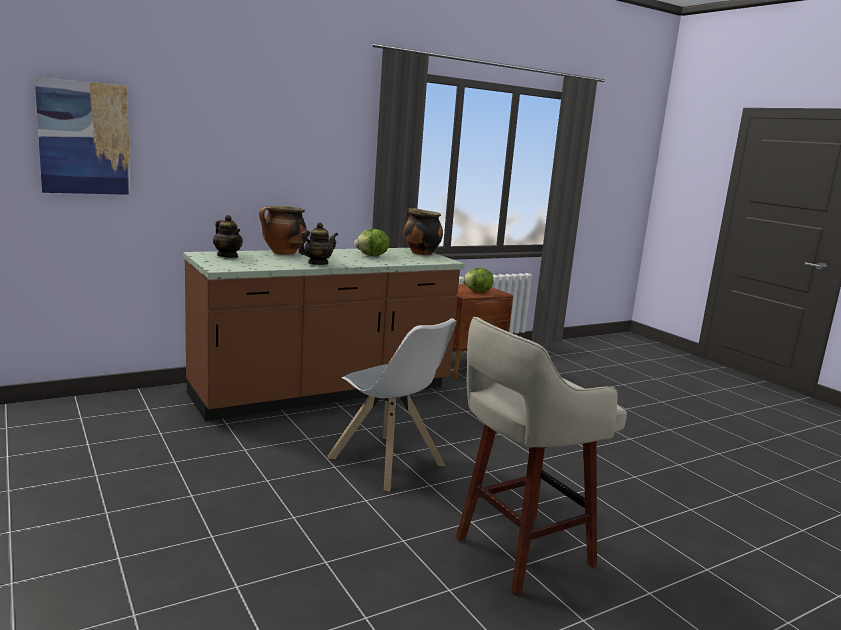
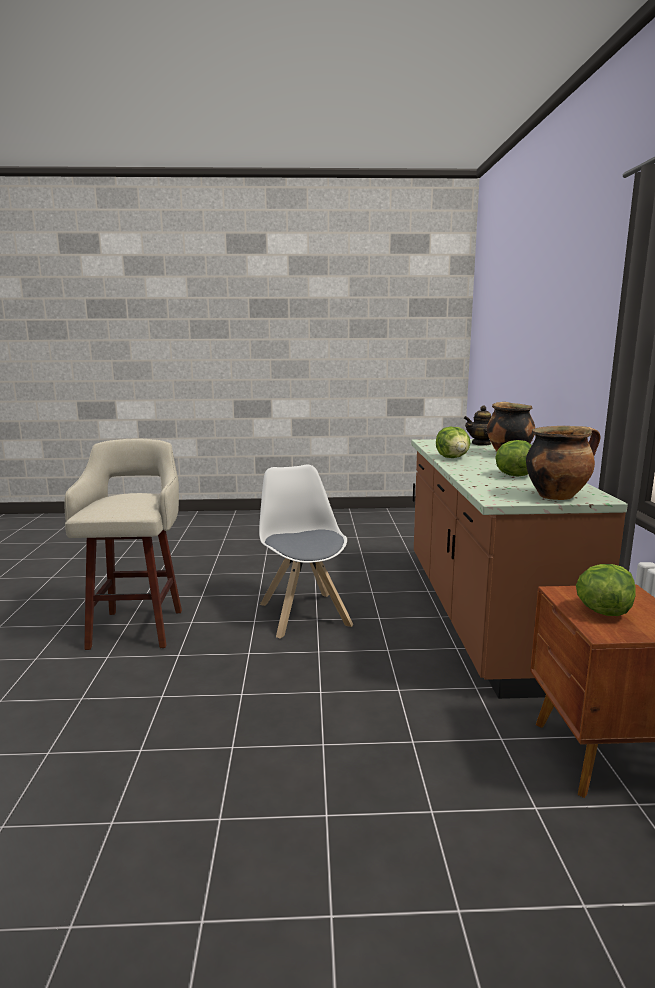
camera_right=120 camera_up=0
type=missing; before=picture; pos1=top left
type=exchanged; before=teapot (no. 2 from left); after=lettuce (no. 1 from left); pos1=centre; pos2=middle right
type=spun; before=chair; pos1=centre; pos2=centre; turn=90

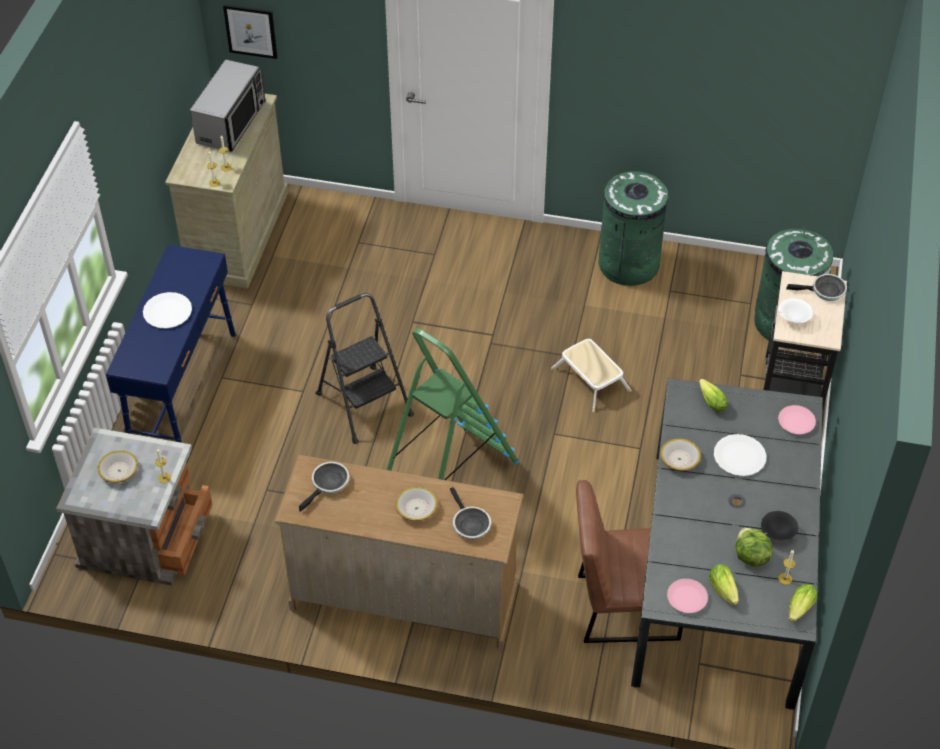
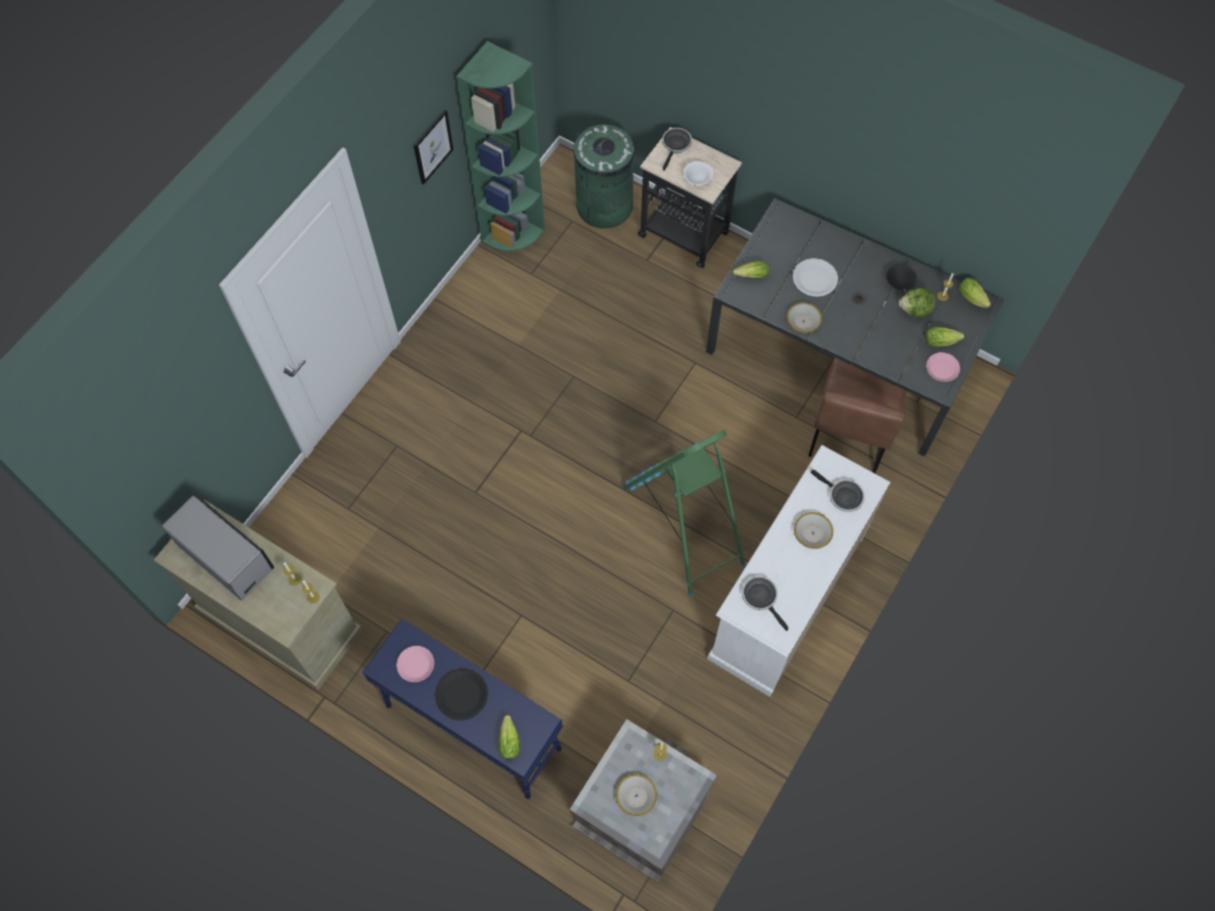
camera_right=-70 camera_up=15
type=relocated; before=picture; pos1=top left; pos2=top centre
type=missing; before=green trash can (no. 1 from left); pos1=top right
type=colour; before=white plate (no. 1 from left); after=black plate; pos1=middle left; pos2=bottom centre
type=missing; before=black step ladder; pos1=centre
type=missing; before=beige step ladder; pos1=centre
type=relocated; before=pink plate (no. 2 from left in the first image); after=pink plate (no. 1 from left); pos1=middle right; pos2=bottom centre
type=colour; before=brown cabinet; after=white cabinet; pos1=bottom centre; pos2=centre
type=spun; before=frying pan (no. 2 from left in the first image); pos1=bottom centre; pos2=middle right; turn=45
type=appeared; after=green bookcase; pos2=top centre
type=appeared; after=lettuce (no. 1 from left); pos2=bottom centre

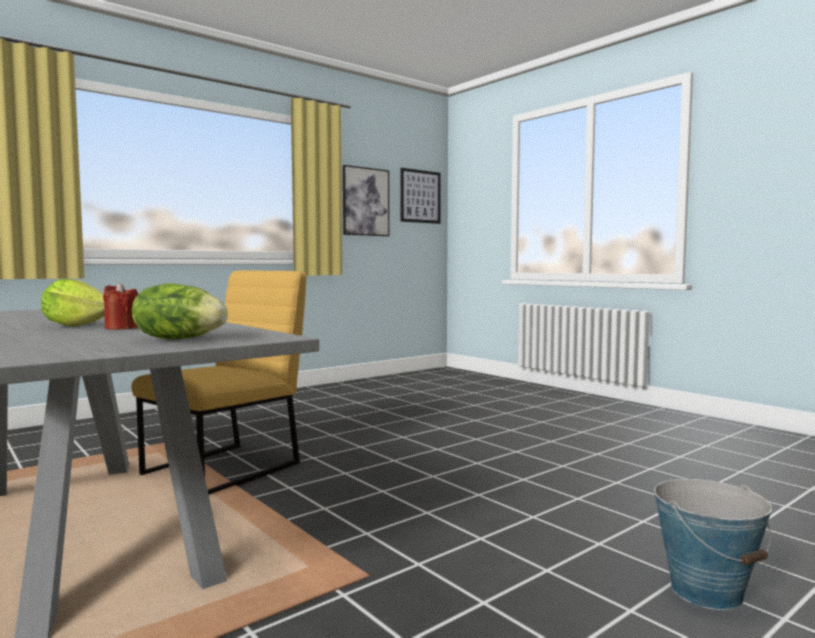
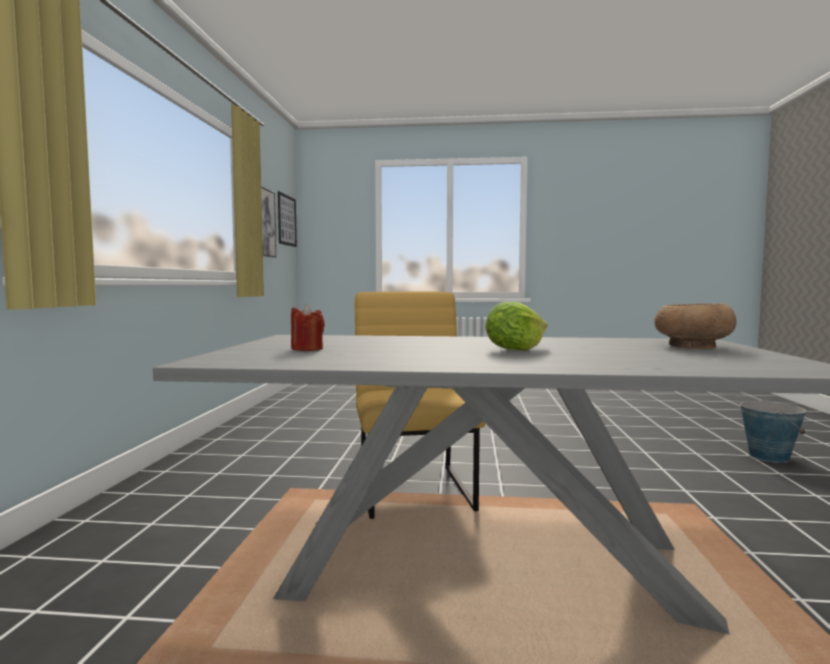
camera_right=-45 camera_up=0
type=relocated; before=red candle; pos1=middle left; pos2=centre
type=exchanged; before=lettuce (no. 2 from left); after=brown bowl; pos1=middle left; pos2=middle right

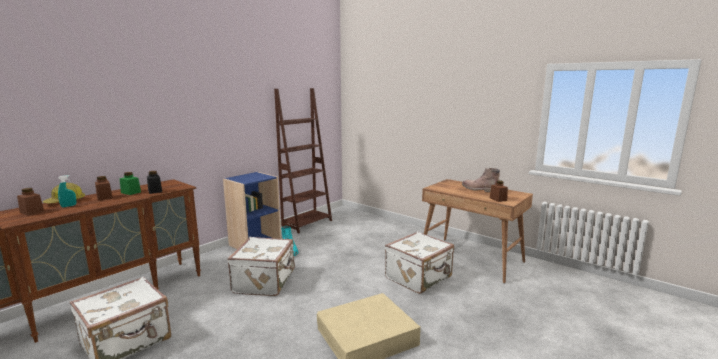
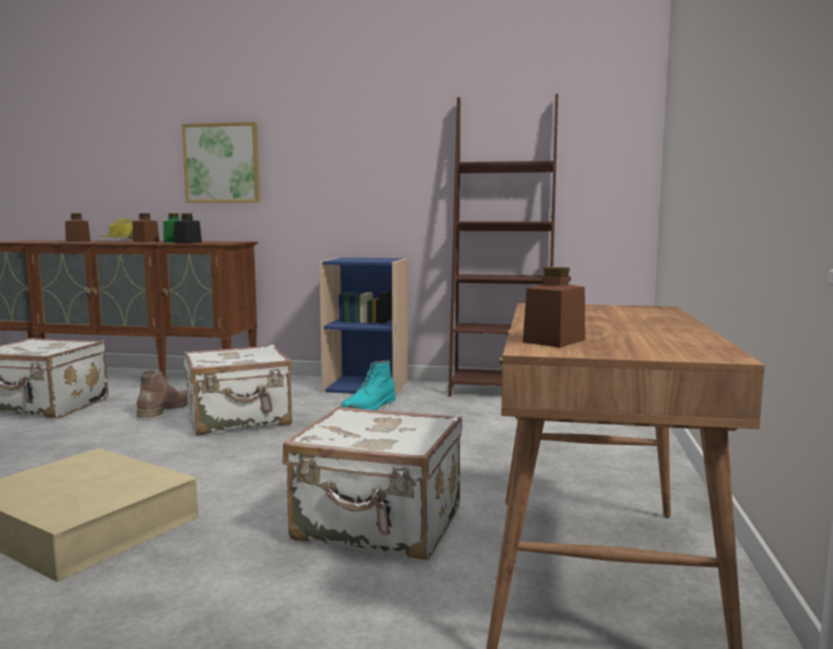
camera_right=60 camera_up=-5
type=relocated; before=brown boot; pos1=middle right; pos2=middle left
type=missing; before=turquoise spray bottle; pos1=middle left
type=appeared; after=picture; pos2=top left

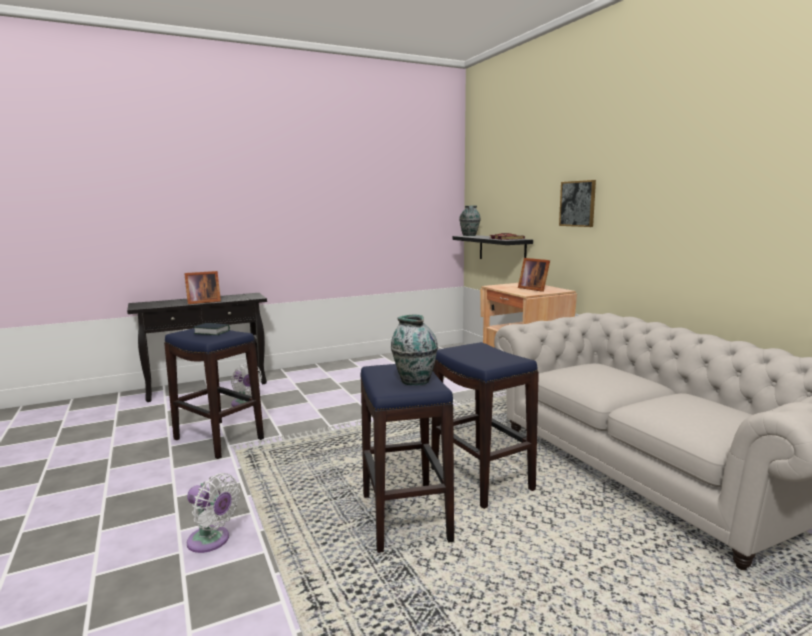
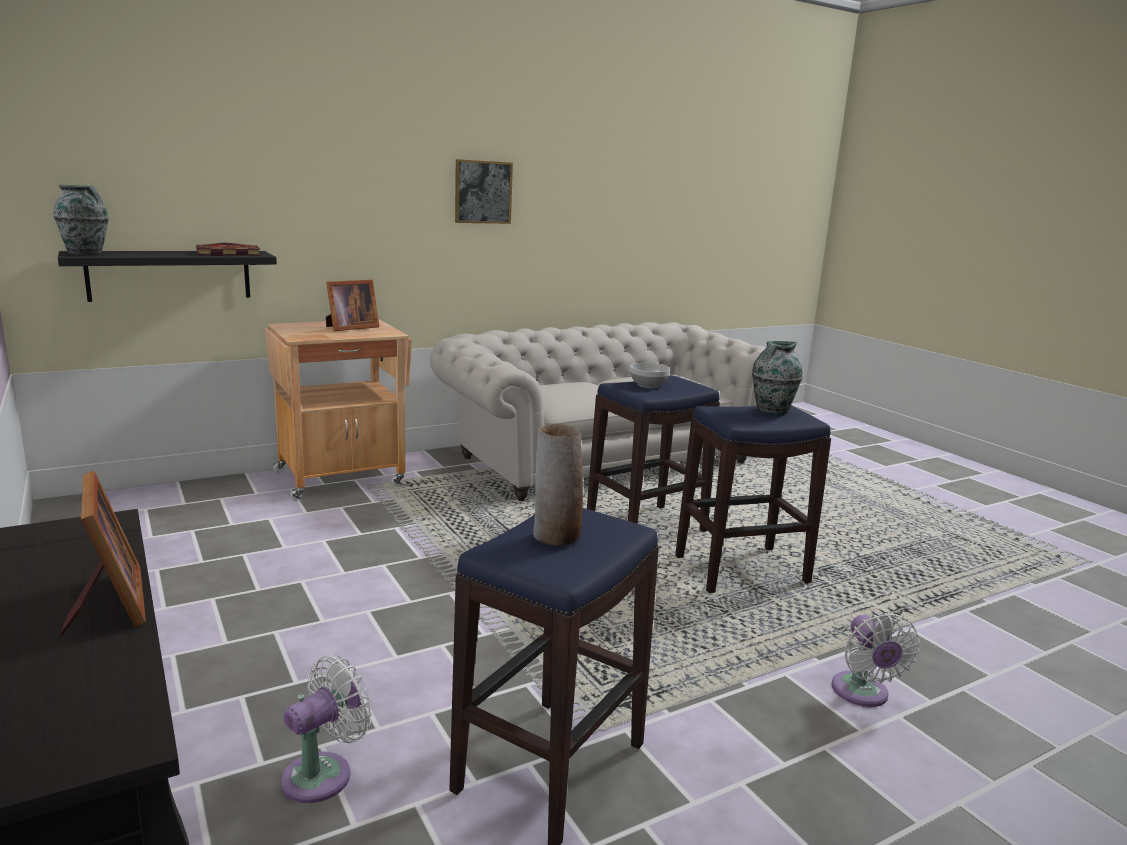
camera_right=-95 camera_up=5
type=relocated; before=picture; pos1=top right; pos2=top centre
type=exchanged; before=book (no. 1 from left); after=vase (no. 2 from left); pos1=middle left; pos2=centre
type=spun; before=white fan (no. 1 from left in the first image); pos1=bottom left; pos2=bottom right; turn=150
type=appeared; after=bowl; pos2=centre

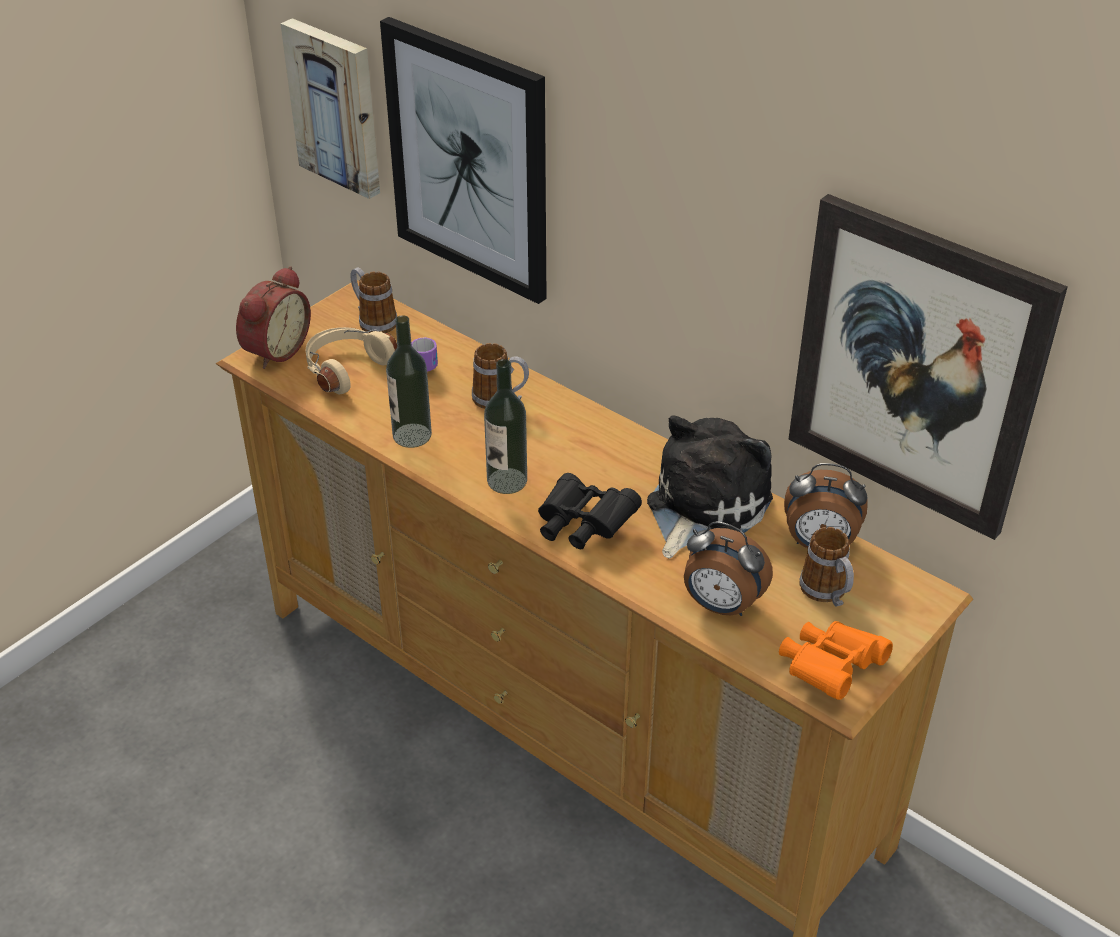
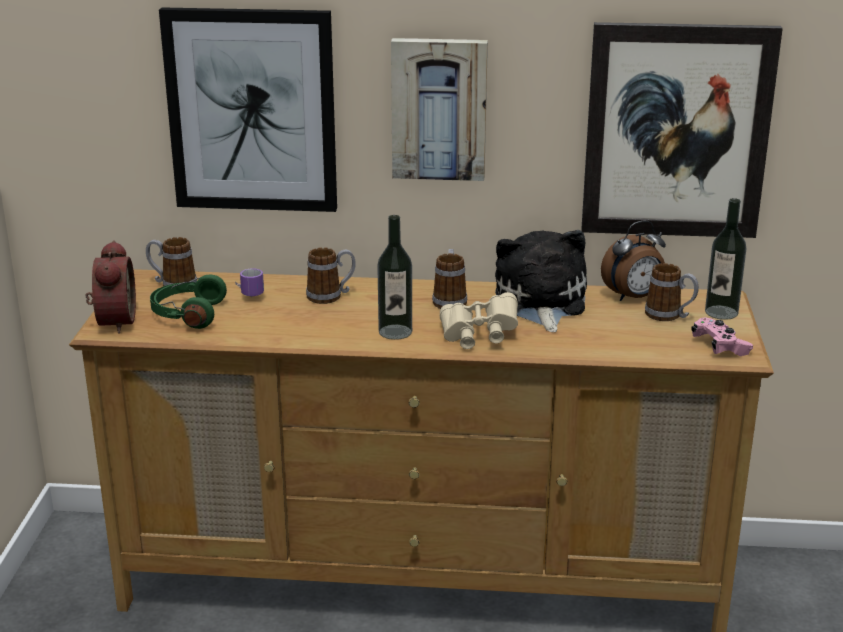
camera_right=-35 camera_up=-15
type=relocated; before=picture (no. 1 from left in the first image); after=picture (no. 2 from left); pos1=top left; pos2=top centre
type=relocated; before=bottle (no. 1 from left in the first image); after=bottle (no. 2 from left); pos1=centre; pos2=middle right
type=colour; before=beige headphones; after=green headphones; pos1=middle left; pos2=middle left
type=colour; before=black binoculars; after=beige binoculars; pos1=centre; pos2=centre
type=missing; before=alarm clock (no. 2 from left); pos1=centre
type=exchanged; before=orange binoculars; after=pink game controller; pos1=bottom right; pos2=middle right
type=appeared; after=mug (no. 4 from left); pos2=centre

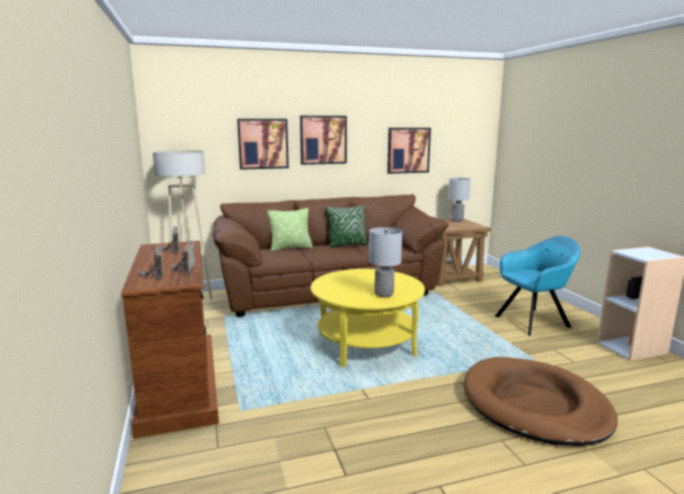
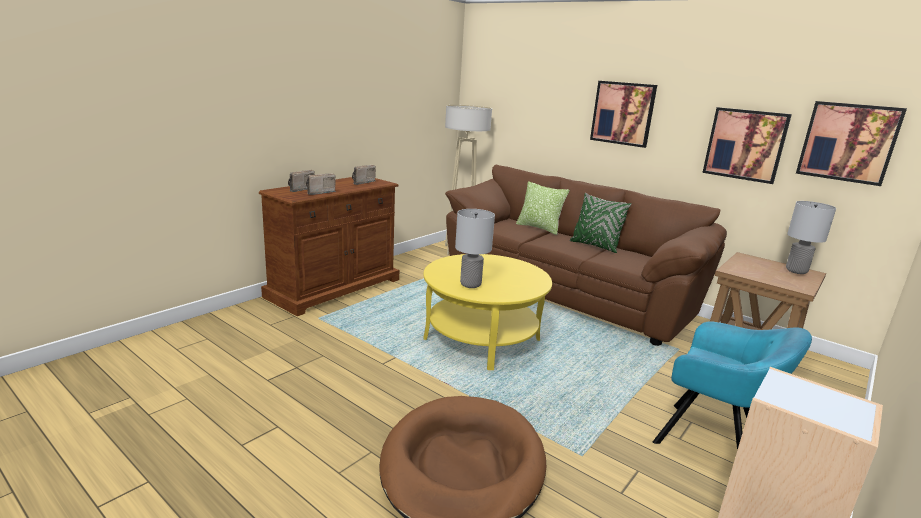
camera_right=55 camera_up=5
type=relocated; before=picture (no. 1 from left in the first image); after=picture (no. 3 from left); pos1=top centre; pos2=top right

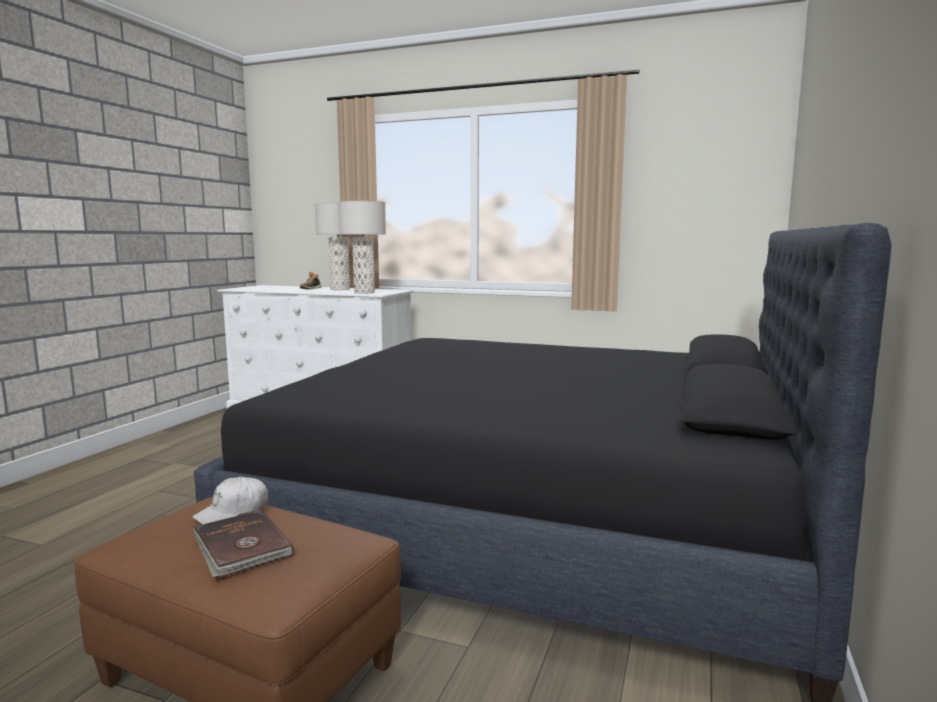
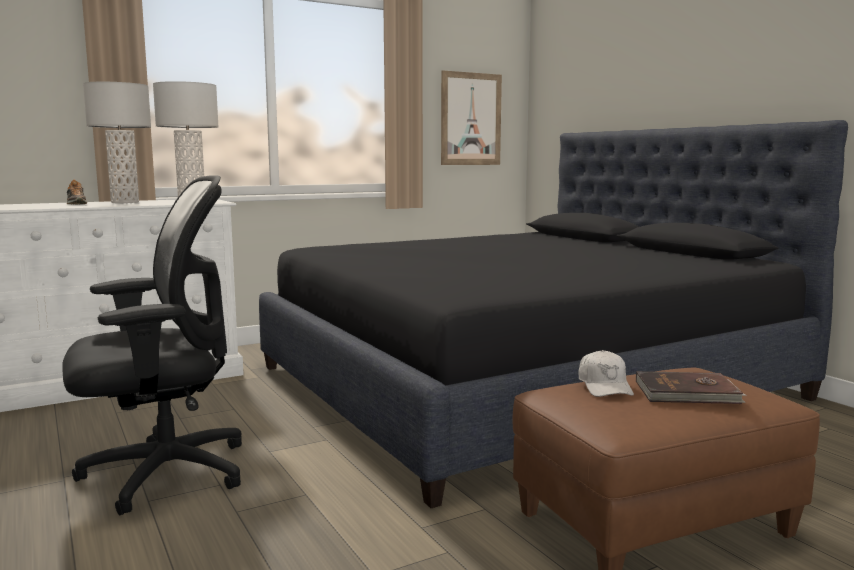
camera_right=-50 camera_up=0
type=appeared; after=picture; pos2=top centre
type=appeared; after=black office chair; pos2=middle left

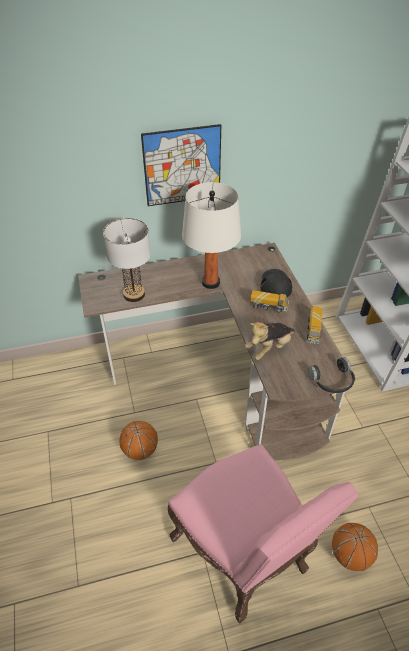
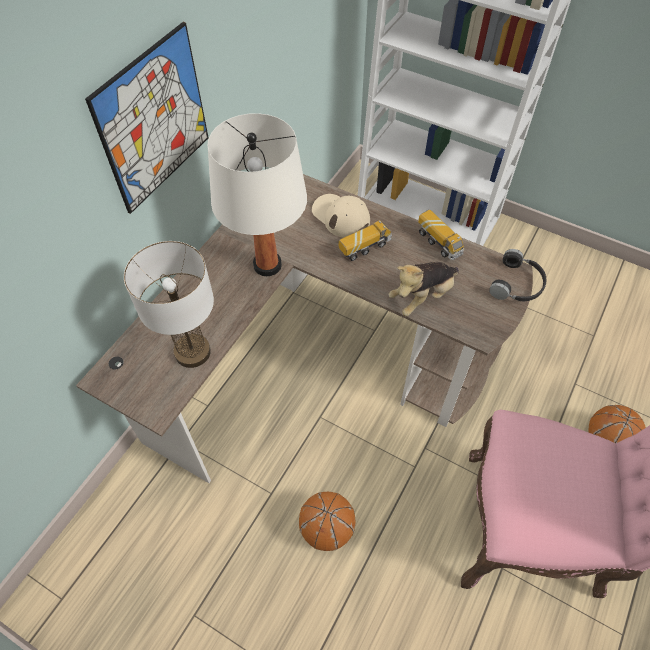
camera_right=-45 camera_up=10
type=colour; before=black cap; after=beige cap; pos1=middle right; pos2=top centre
type=spun; before=plush toy; pos1=centre; pos2=centre; turn=45

